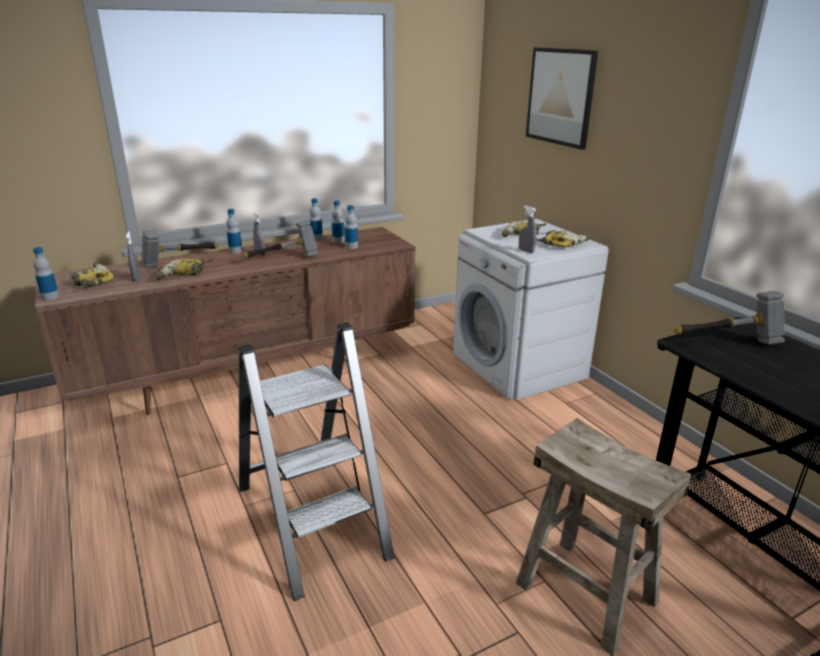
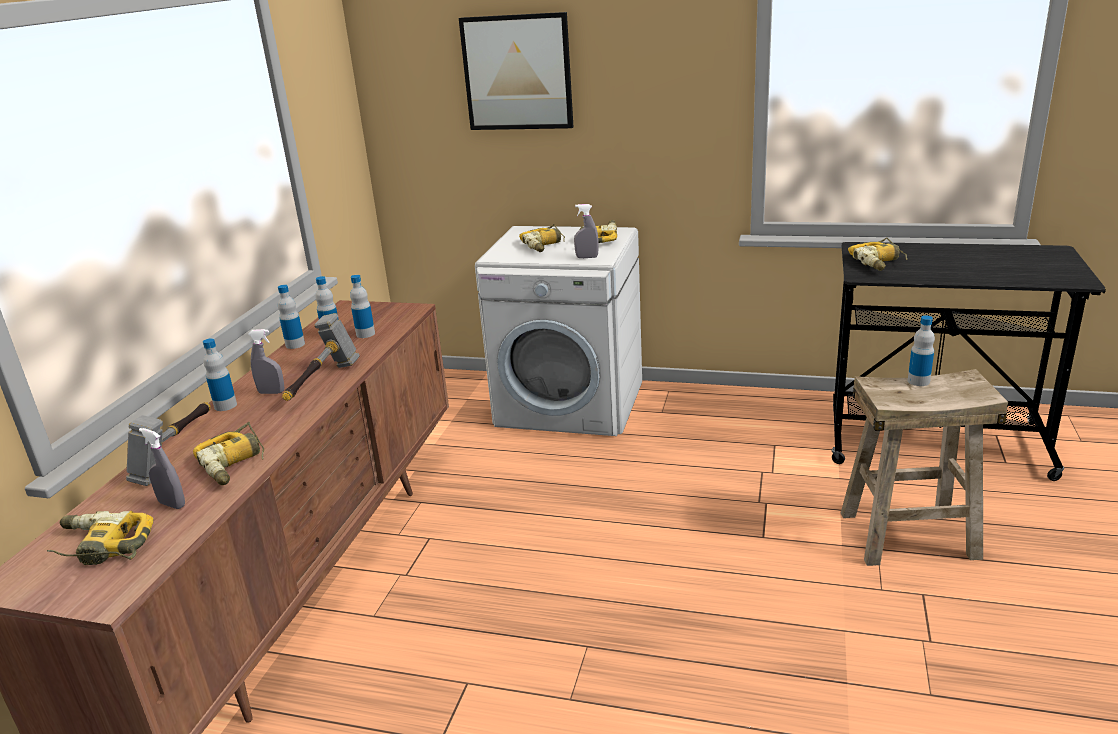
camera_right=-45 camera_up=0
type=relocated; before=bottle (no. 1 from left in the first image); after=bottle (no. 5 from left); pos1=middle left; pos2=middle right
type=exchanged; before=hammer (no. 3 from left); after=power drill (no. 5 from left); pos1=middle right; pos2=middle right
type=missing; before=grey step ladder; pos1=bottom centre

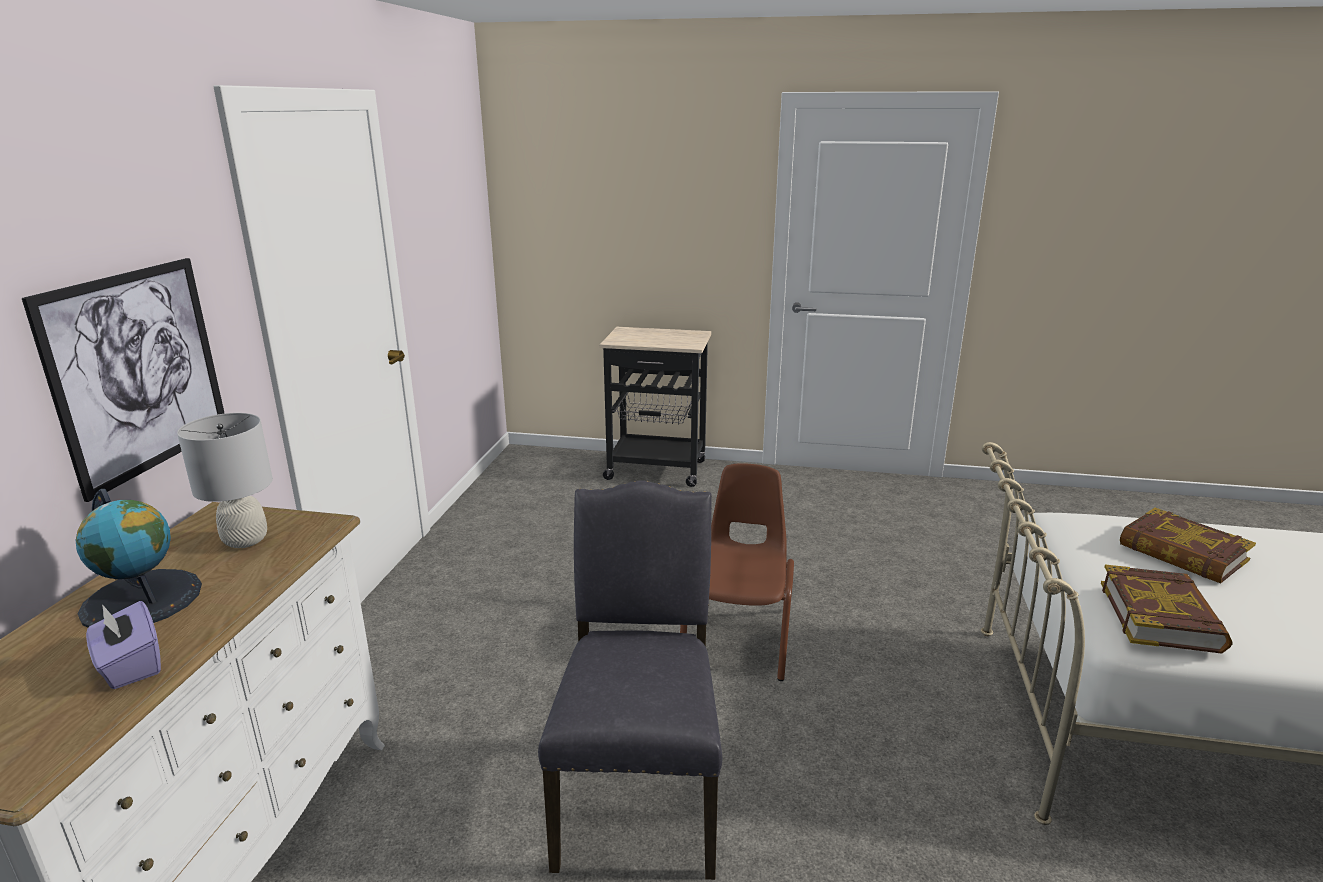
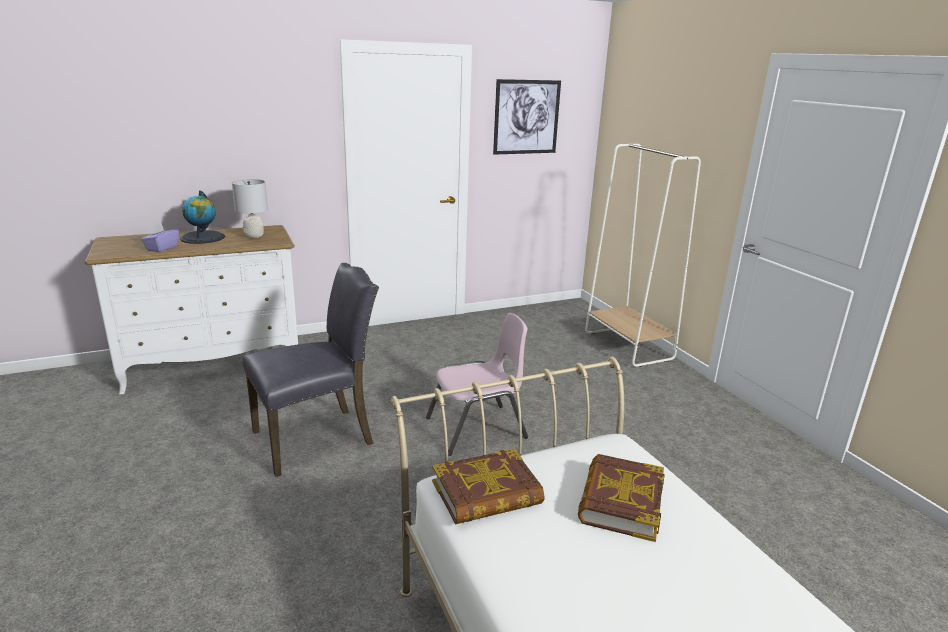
camera_right=55 camera_up=0
type=relocated; before=picture; pos1=middle left; pos2=top centre
type=exchanged; before=cart; after=clothes rack; pos1=centre; pos2=middle right
type=colour; before=brown chair; after=pink chair; pos1=centre; pos2=centre

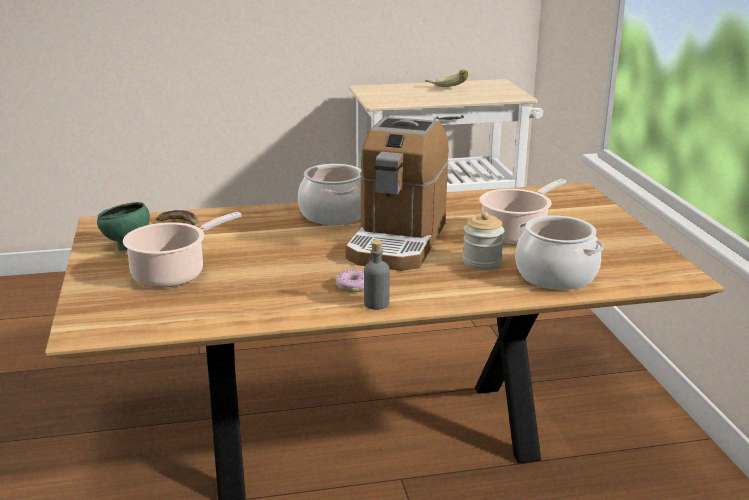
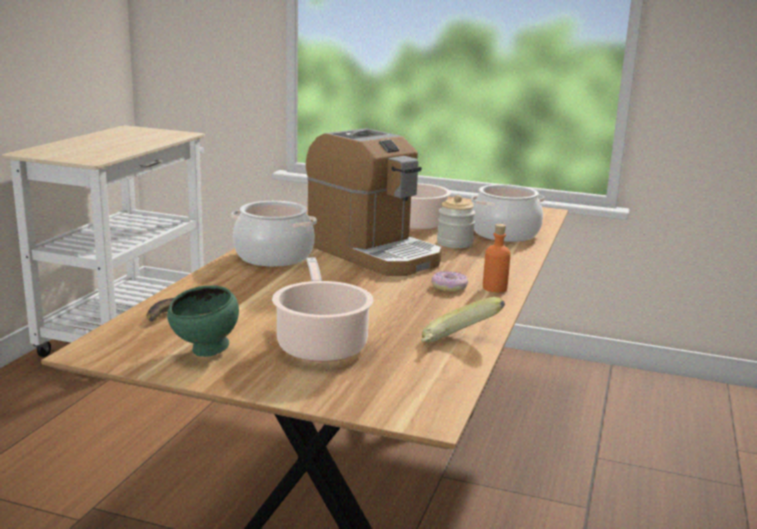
camera_right=-60 camera_up=-5
type=relocated; before=banana (no. 2 from left); pos1=top centre; pos2=centre
type=colour; before=grey bottle; after=orange bottle; pos1=centre; pos2=centre

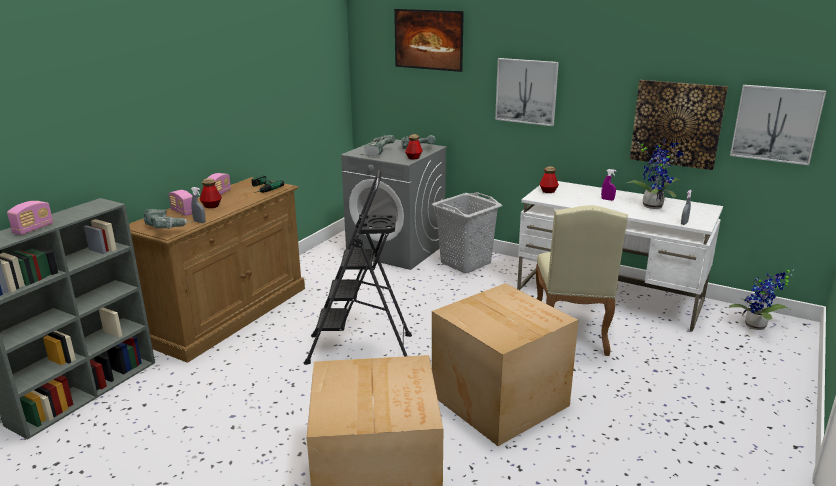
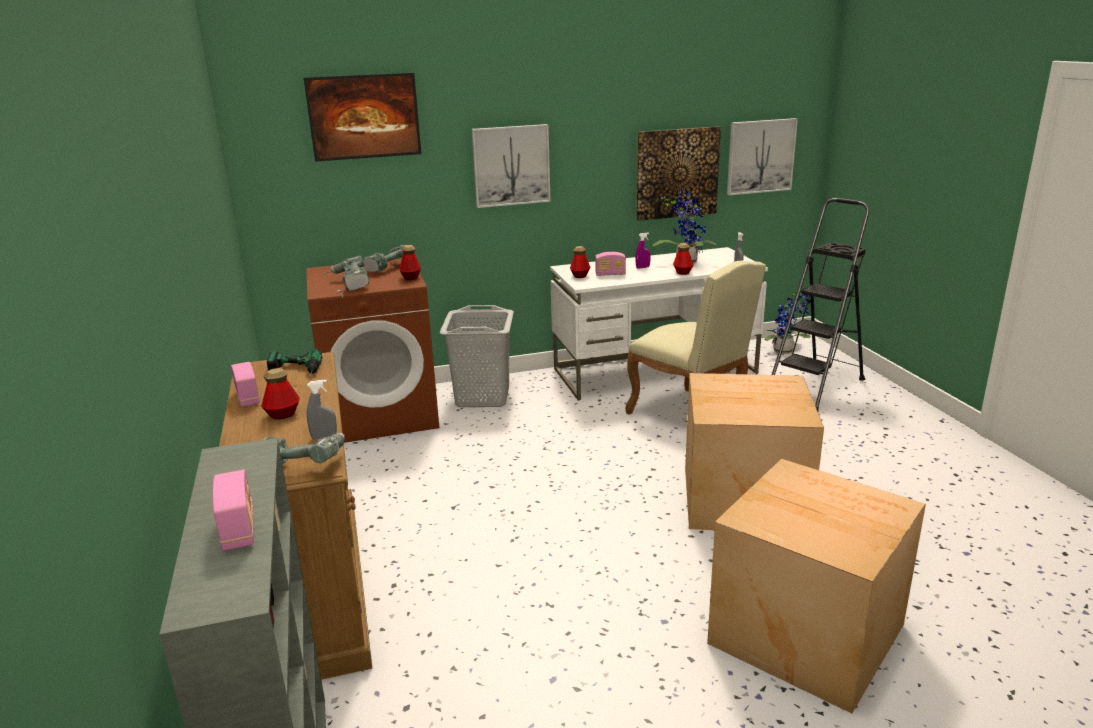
camera_right=-45 camera_up=0
type=colour; before=grey washing machine; after=brown washing machine; pos1=centre; pos2=centre
type=relocated; before=step ladder; pos1=centre; pos2=middle right
type=relocated; before=radio (no. 2 from left in the first image); after=radio (no. 3 from left); pos1=middle left; pos2=centre
type=appeared; after=bottle (no. 4 from left); pos2=centre

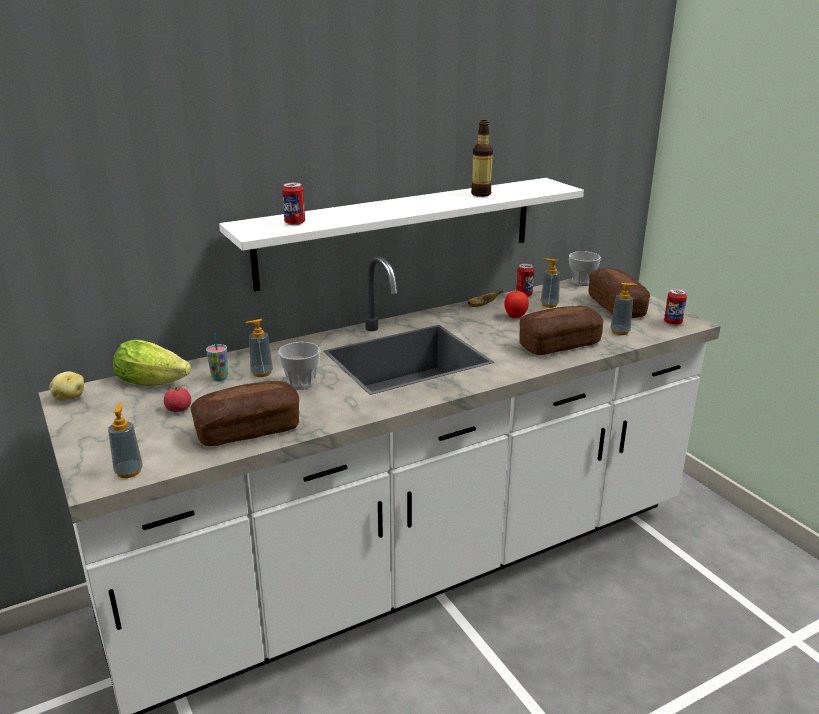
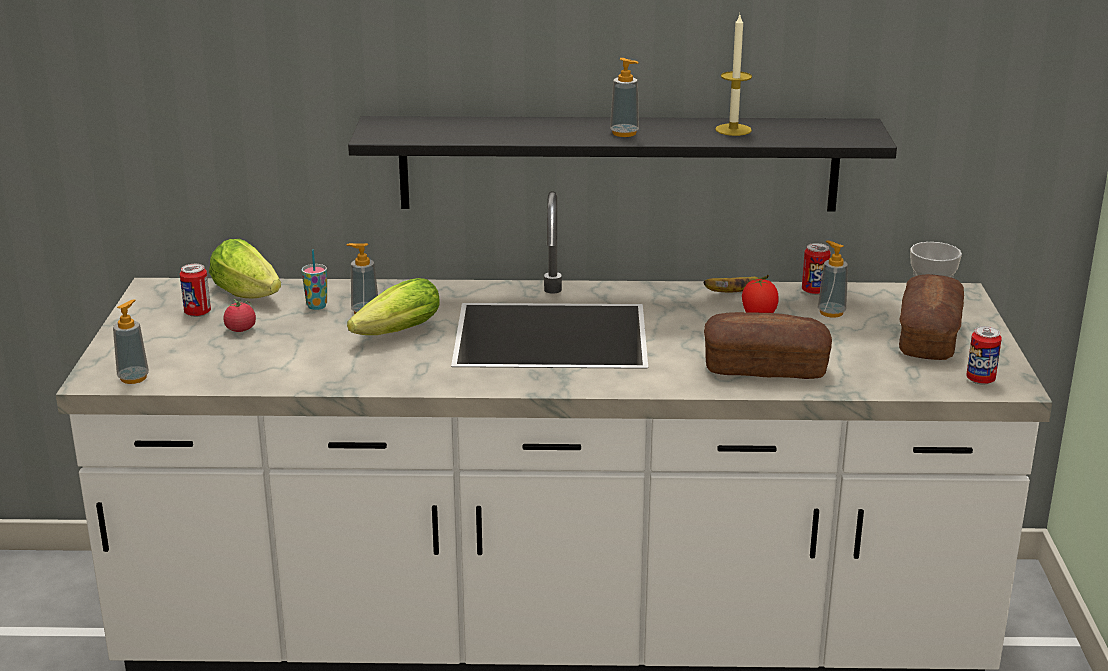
camera_right=30 camera_up=0
type=exchanged; before=bottle; after=candle; pos1=top centre; pos2=top centre
type=colour; before=white shelf; after=black shelf; pos1=top centre; pos2=top centre
type=relocated; before=can (no. 1 from left); pos1=top centre; pos2=middle left
type=relocated; before=soap dispenser (no. 4 from left in the first image); after=soap dispenser (no. 3 from left); pos1=middle right; pos2=top centre
type=exchanged; before=cup (no. 2 from left); after=lettuce (no. 2 from left); pos1=centre; pos2=centre
type=missing; before=potato; pos1=middle left
type=missing; before=bread (no. 1 from left); pos1=middle left

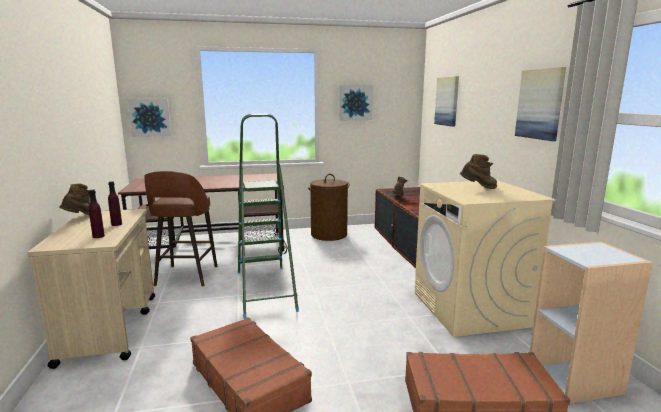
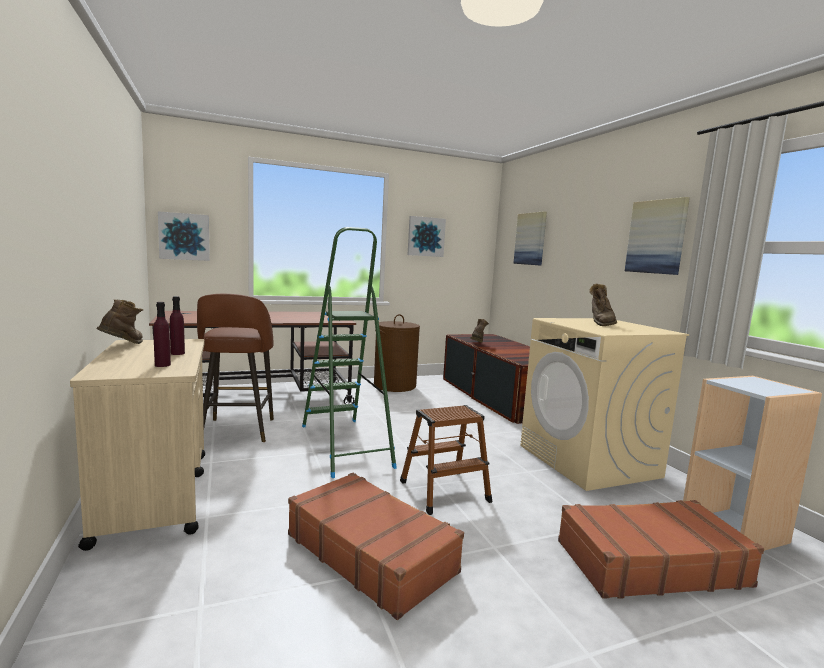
camera_right=-10 camera_up=-5
type=spun; before=brown boot (no. 3 from left); pos1=middle right; pos2=middle right; turn=120
type=appeared; after=brown step ladder; pos2=bottom centre

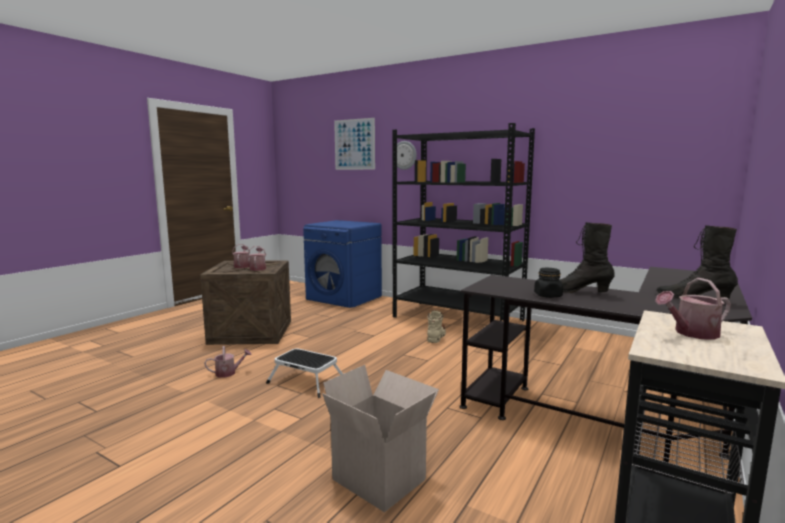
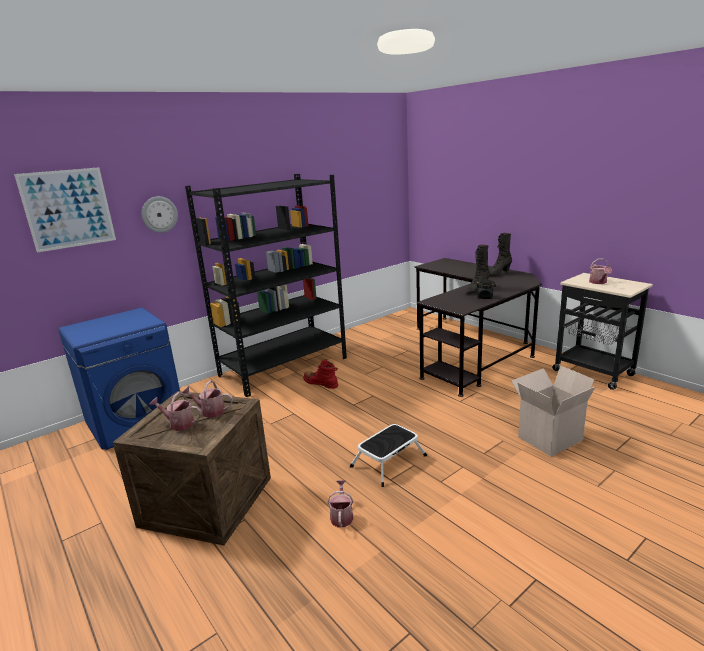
camera_right=-70 camera_up=10
type=colour; before=beige boot; after=red boot; pos1=centre; pos2=centre

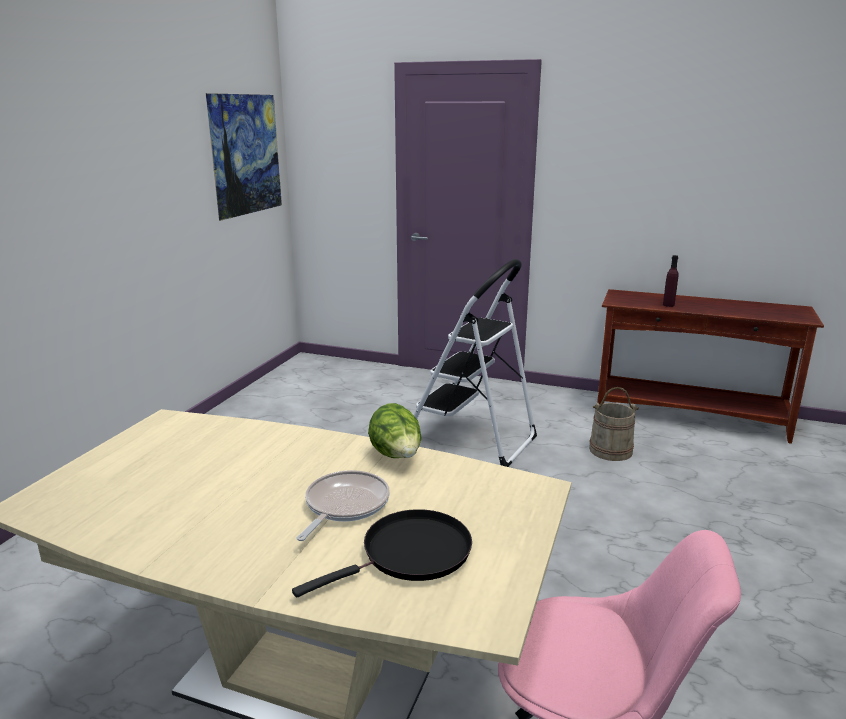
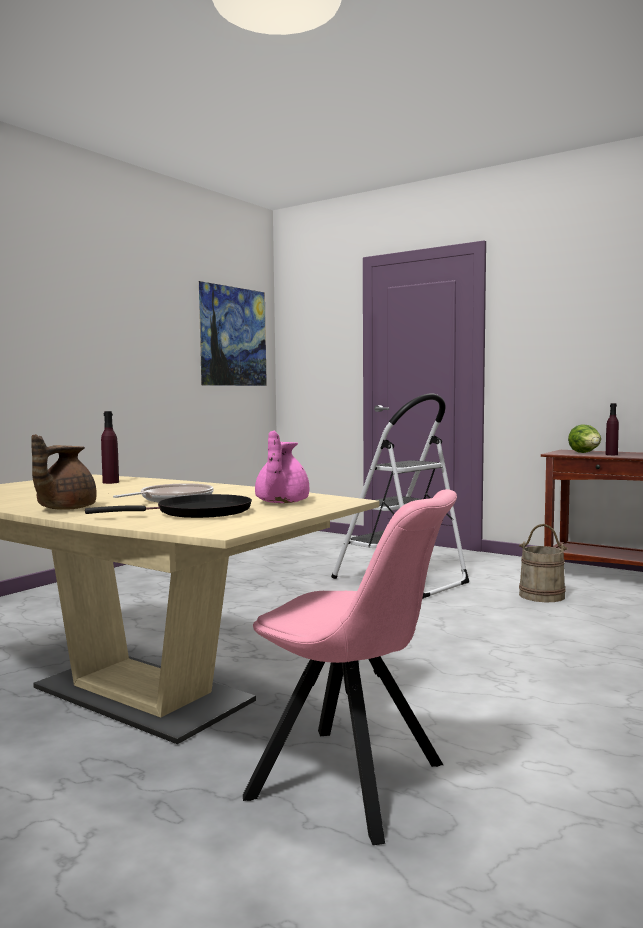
camera_right=15 camera_up=-15
type=relocated; before=lettuce; pos1=centre; pos2=middle right
type=appeared; after=purple bottle (no. 1 from left); pos2=middle left
type=appeared; after=pink teapot; pos2=centre
type=appeared; after=brown teapot; pos2=middle left

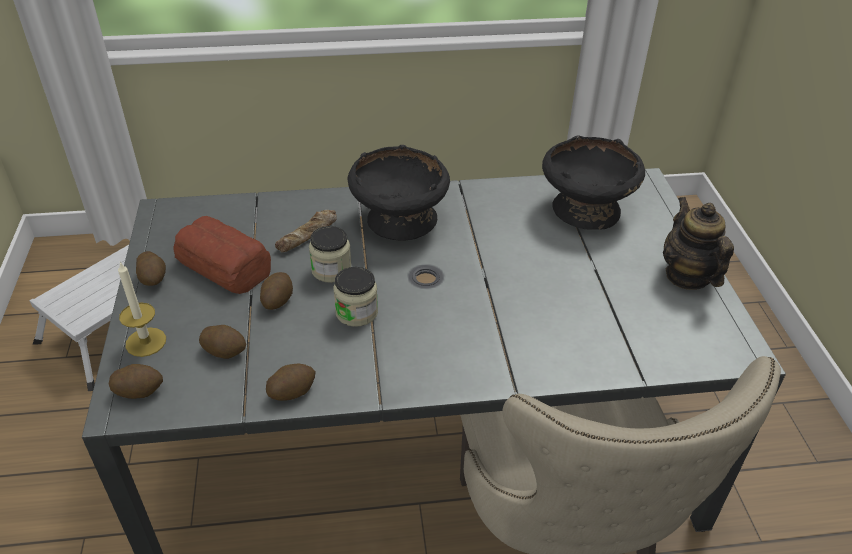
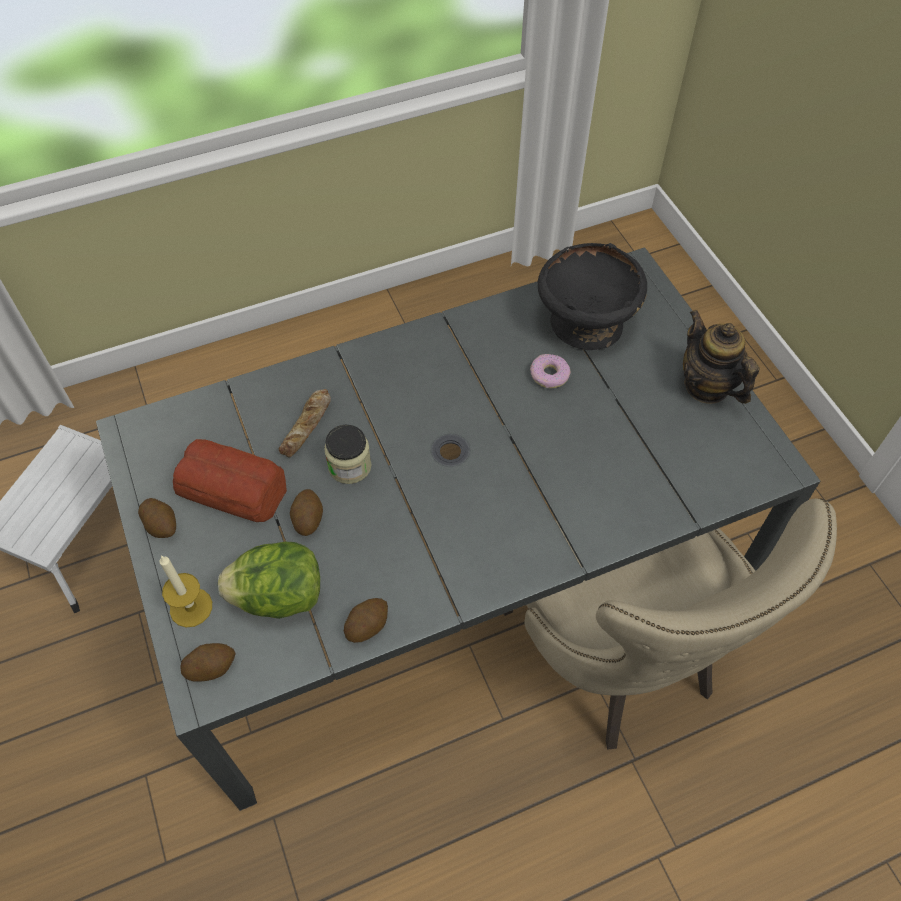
camera_right=-15 camera_up=15
type=missing; before=black bowl (no. 1 from left); pos1=centre
type=missing; before=jar (no. 2 from left); pos1=centre
type=exchanged; before=potato (no. 3 from left); after=lettuce; pos1=middle left; pos2=middle left
type=appeared; after=donut; pos2=centre

